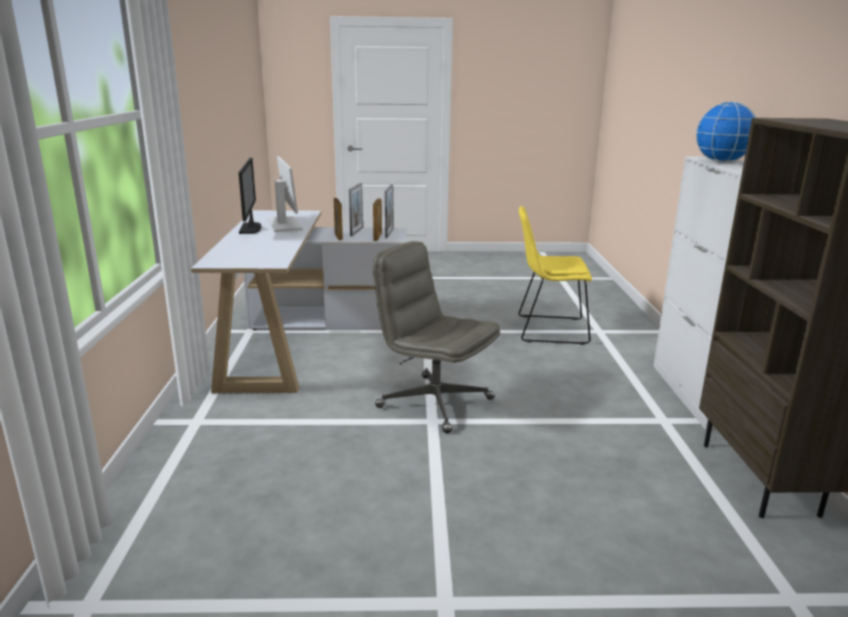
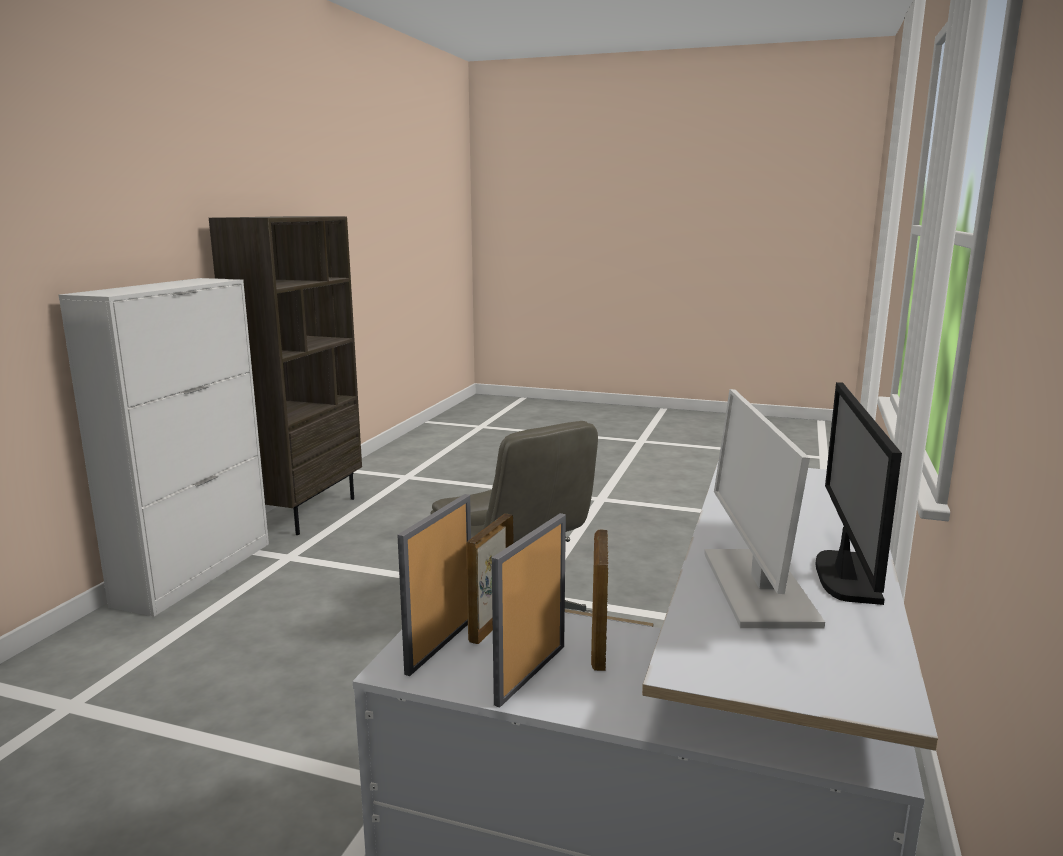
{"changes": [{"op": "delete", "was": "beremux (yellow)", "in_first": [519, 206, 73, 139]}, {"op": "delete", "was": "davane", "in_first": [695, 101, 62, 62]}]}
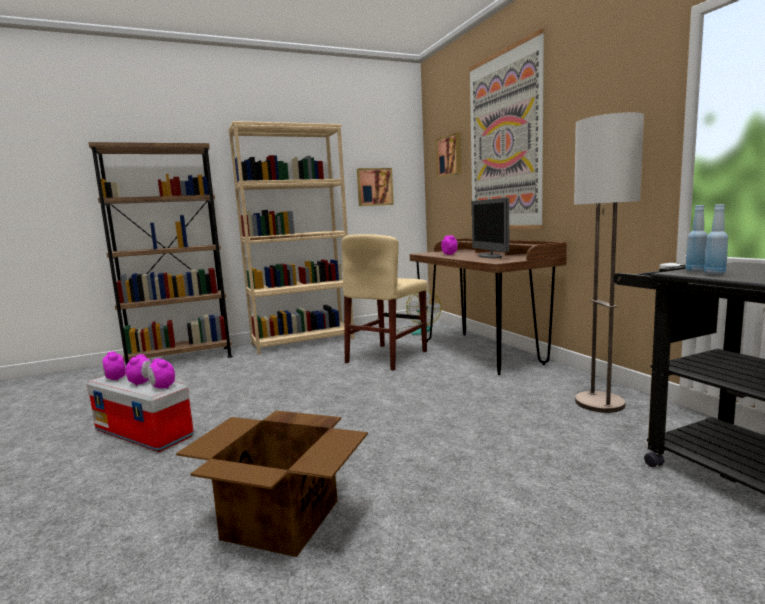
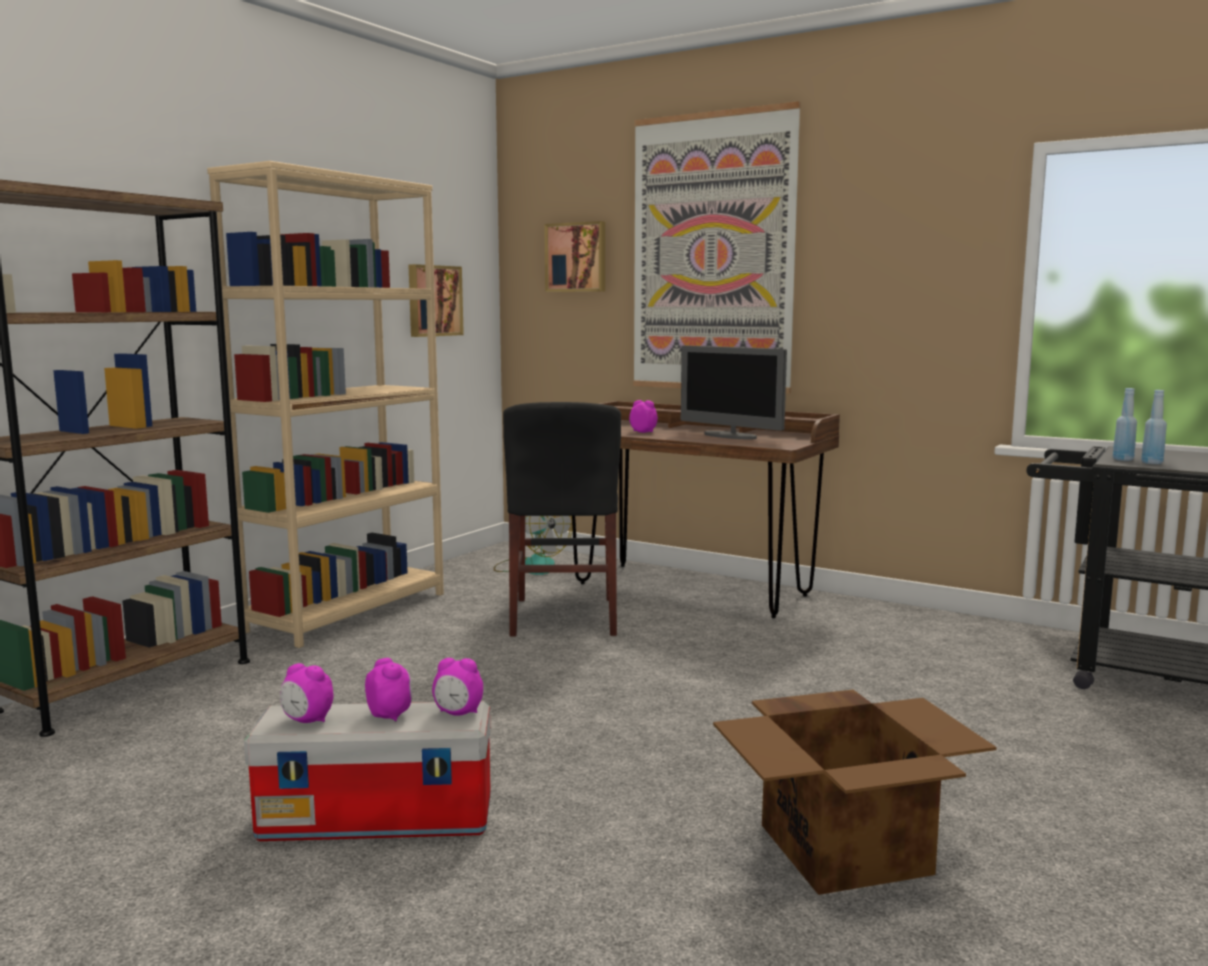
{"changes": [{"op": "recolor", "was": "beremux (beige)", "now": "beremux (black)", "in_first": [341, 234, 87, 137], "in_second": [503, 402, 118, 234]}, {"op": "delete", "was": "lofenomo", "in_first": [574, 112, 70, 301]}]}
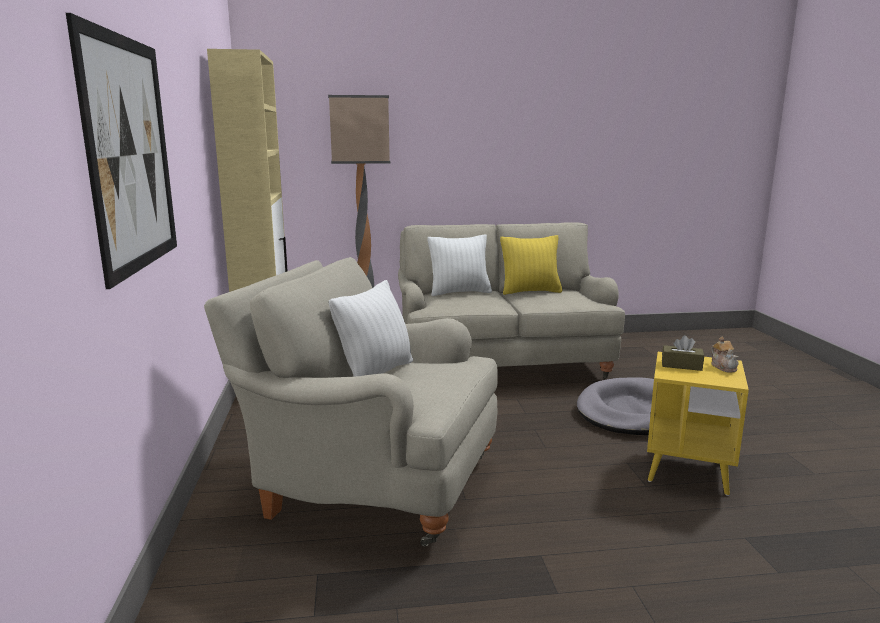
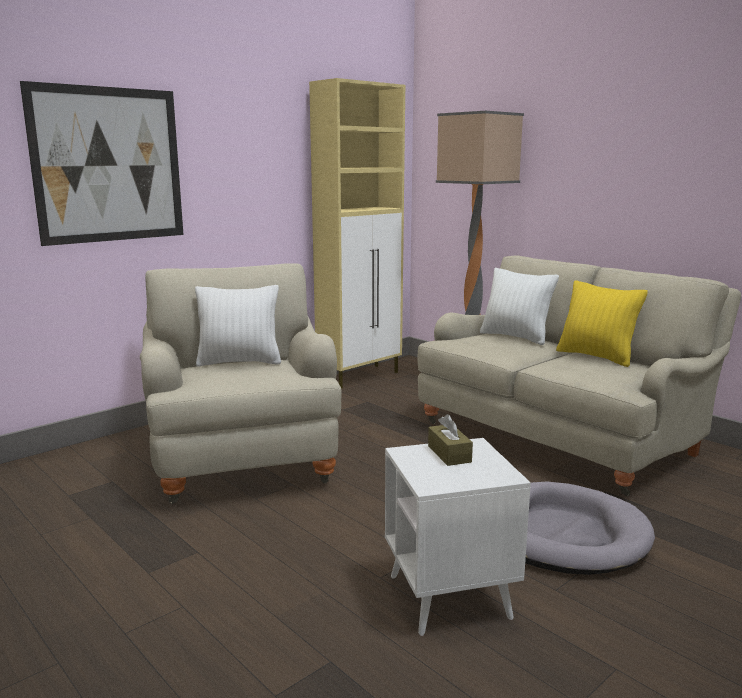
{"changes": [{"op": "recolor", "was": "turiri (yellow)", "now": "turiri (white)", "in_first": [647, 352, 102, 144], "in_second": [385, 438, 146, 198]}, {"op": "delete", "was": "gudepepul", "in_first": [711, 337, 28, 35]}]}
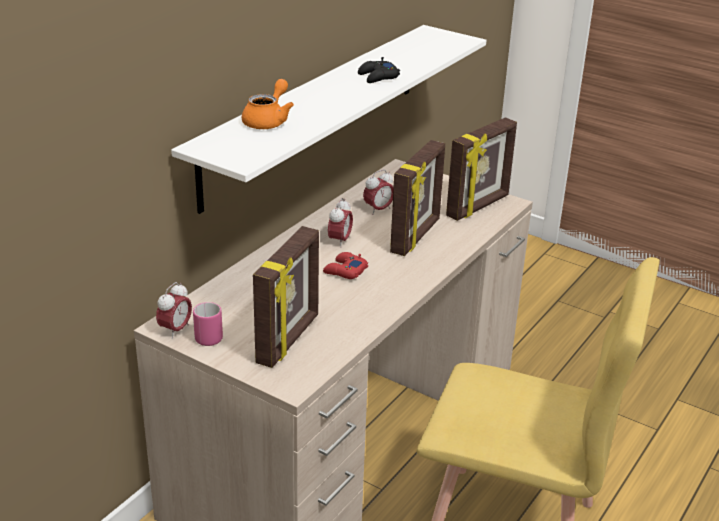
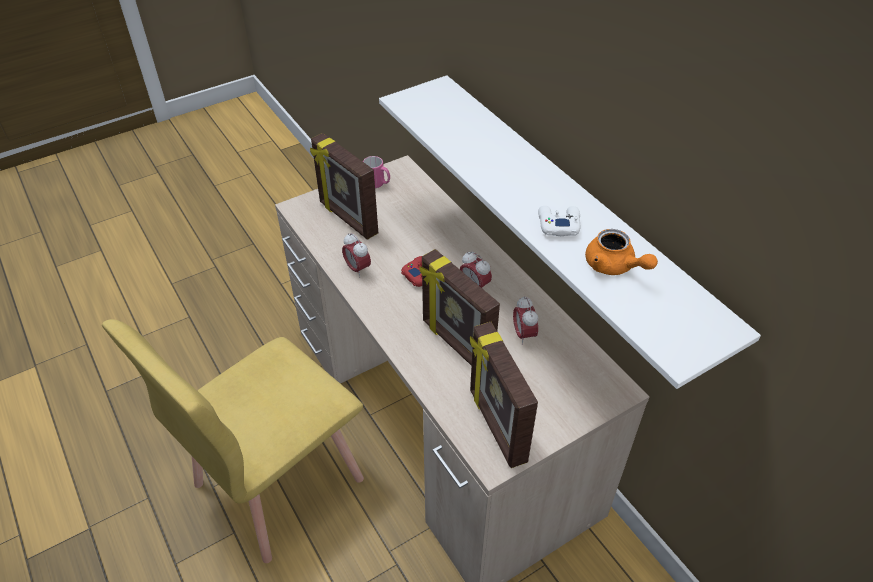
{"changes": [{"op": "move", "was": "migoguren", "in_first": [156, 282, 36, 57], "in_second": [342, 233, 29, 44]}, {"op": "recolor", "was": "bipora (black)", "now": "bipora (white)", "in_first": [358, 57, 42, 26], "in_second": [538, 206, 42, 30]}, {"op": "move", "was": "gudepepul (orange)", "in_first": [242, 79, 52, 50], "in_second": [585, 229, 73, 46]}]}
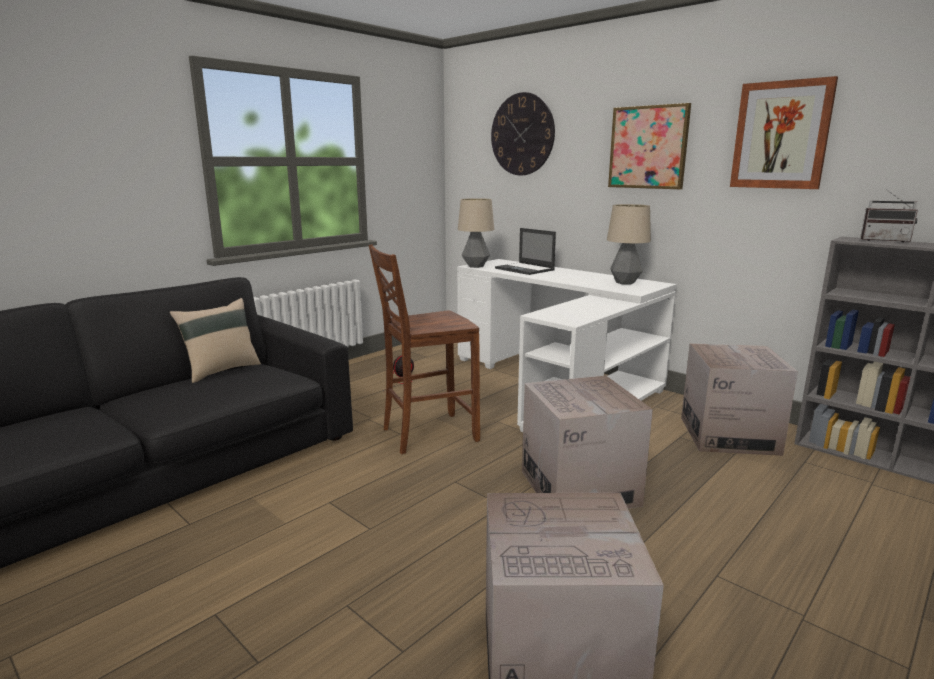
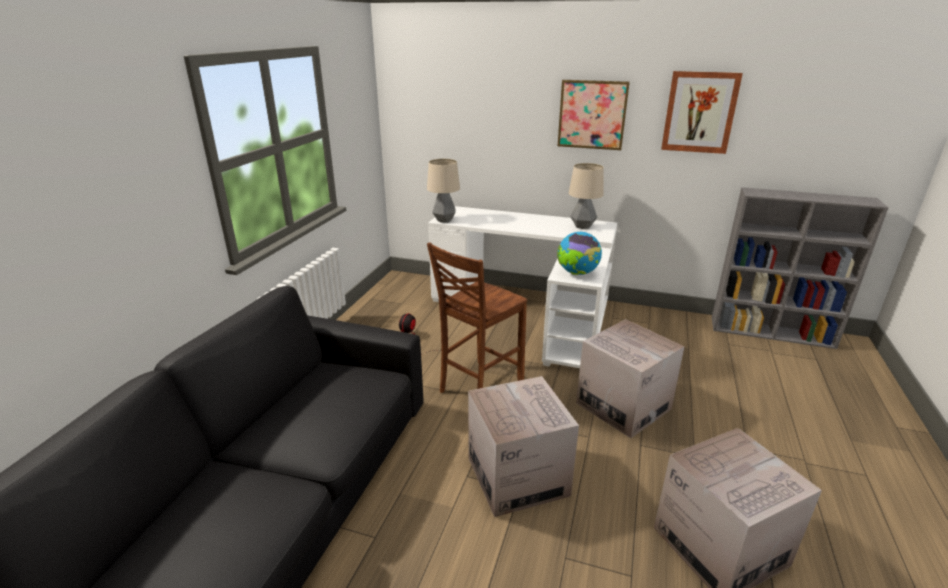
{"changes": [{"op": "move", "was": "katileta", "in_first": [681, 343, 117, 113], "in_second": [468, 376, 111, 141]}, {"op": "insert", "now": "davane", "in_second": [557, 232, 45, 43]}, {"op": "delete", "was": "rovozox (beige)", "in_first": [170, 298, 91, 85]}, {"op": "delete", "was": "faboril", "in_first": [491, 92, 64, 83]}, {"op": "delete", "was": "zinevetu", "in_first": [495, 228, 61, 47]}, {"op": "delete", "was": "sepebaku", "in_first": [860, 189, 58, 53]}]}
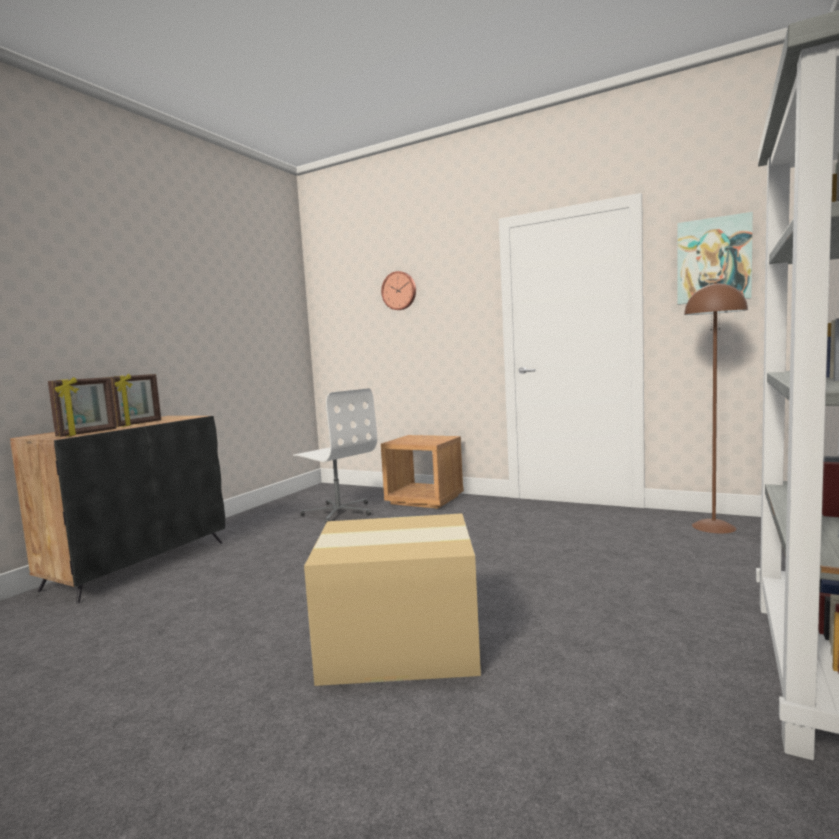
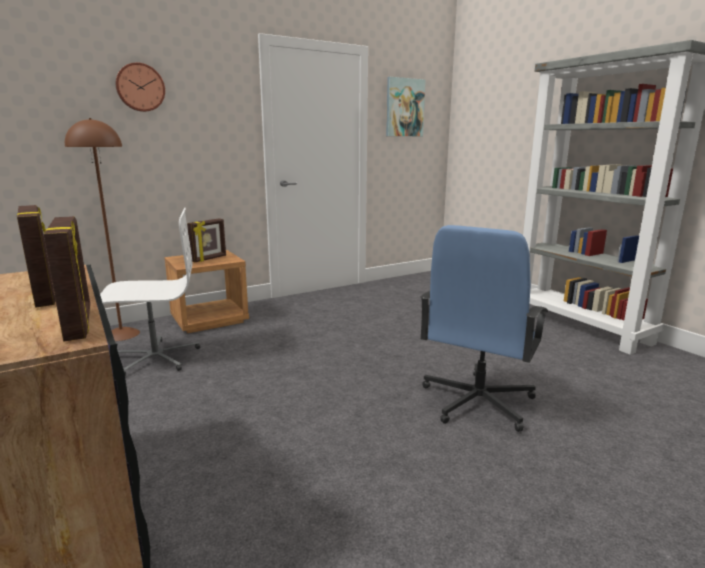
{"changes": [{"op": "move", "was": "lofenomo (brown)", "in_first": [684, 282, 64, 252], "in_second": [65, 118, 75, 223]}, {"op": "insert", "now": "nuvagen", "in_second": [187, 218, 39, 44]}, {"op": "replace", "was": "katileta", "now": "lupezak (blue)", "in_first": [304, 513, 177, 173], "in_second": [420, 225, 128, 207]}]}
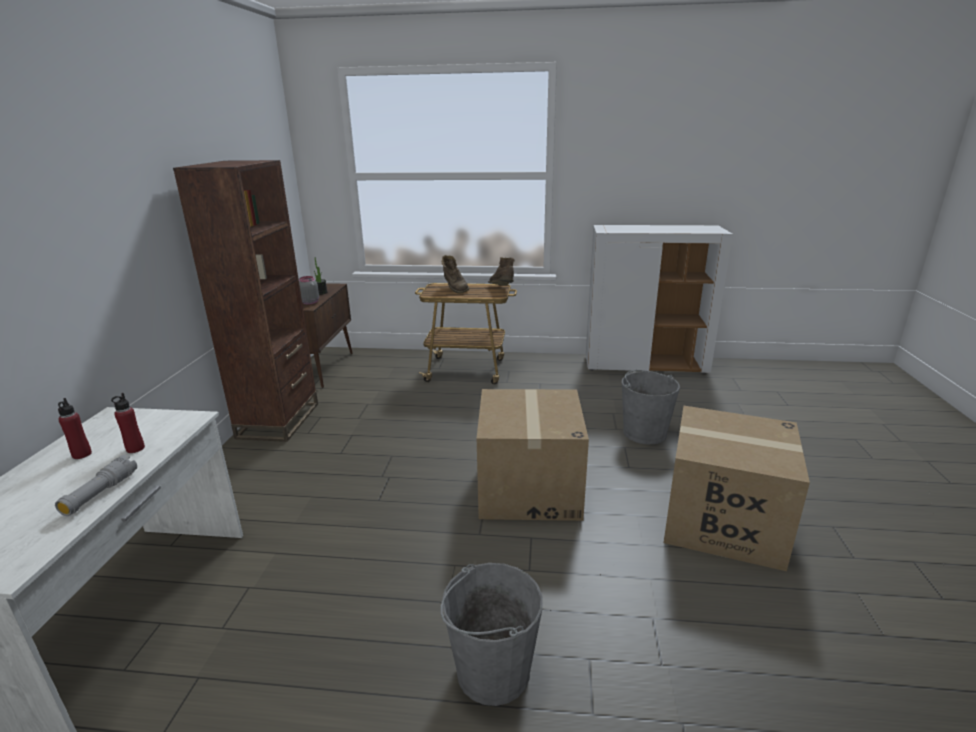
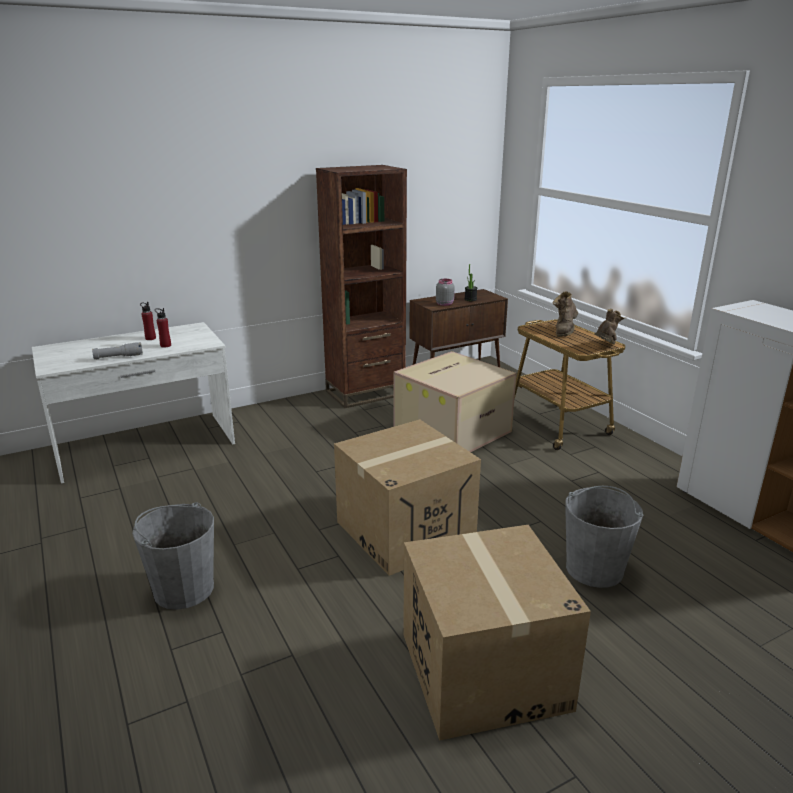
{"changes": [{"op": "insert", "now": "katileta", "in_second": [394, 351, 122, 101]}]}
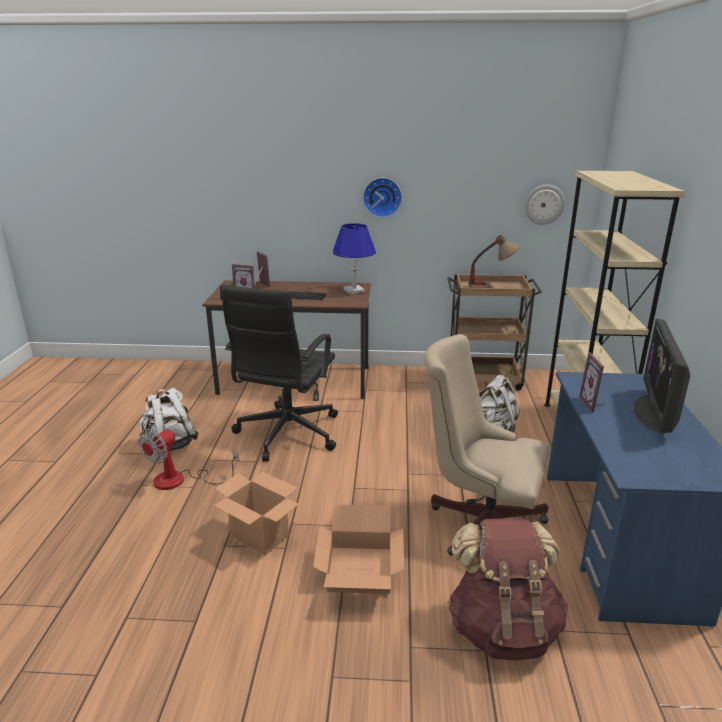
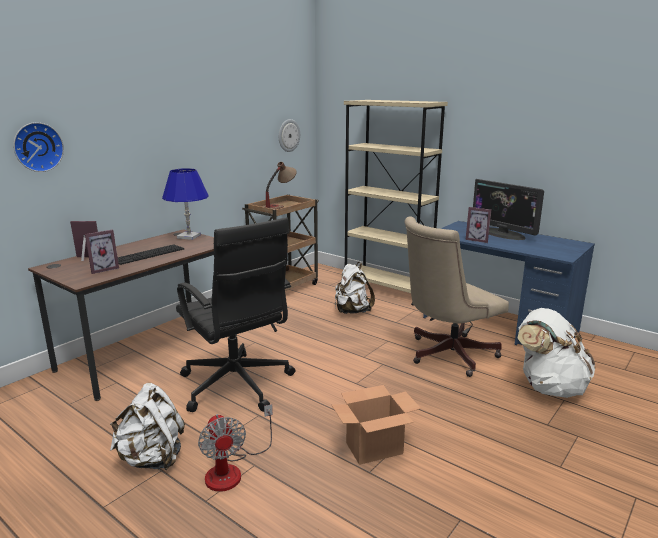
{"changes": [{"op": "move", "was": "faboril", "in_first": [363, 178, 39, 40], "in_second": [13, 122, 51, 50]}, {"op": "recolor", "was": "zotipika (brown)", "now": "zotipika (white)", "in_first": [447, 518, 121, 143], "in_second": [517, 308, 79, 90]}, {"op": "delete", "was": "katileta", "in_first": [313, 505, 91, 89]}]}
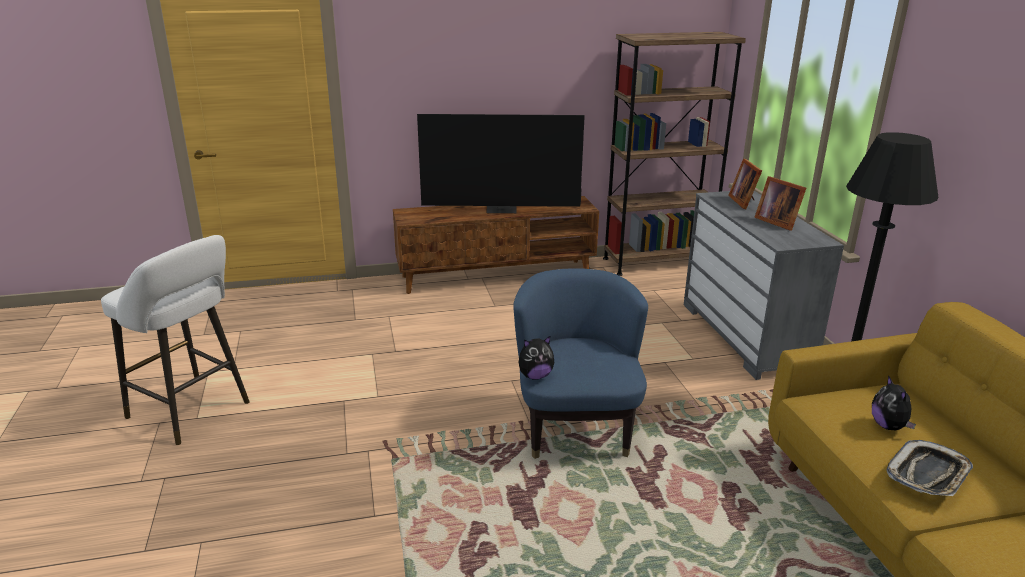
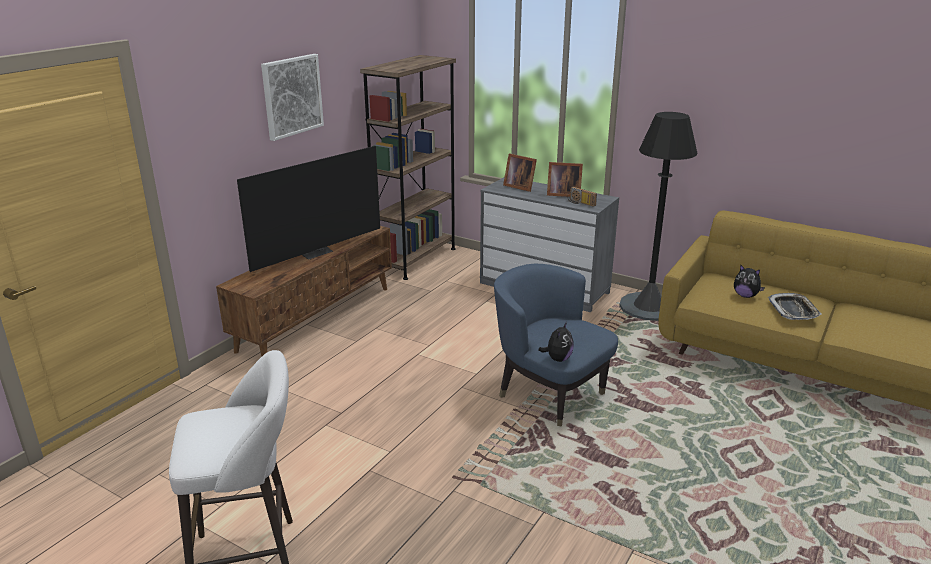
{"changes": [{"op": "insert", "now": "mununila", "in_second": [261, 54, 63, 87]}, {"op": "insert", "now": "sepebaku", "in_second": [567, 187, 30, 20]}]}
